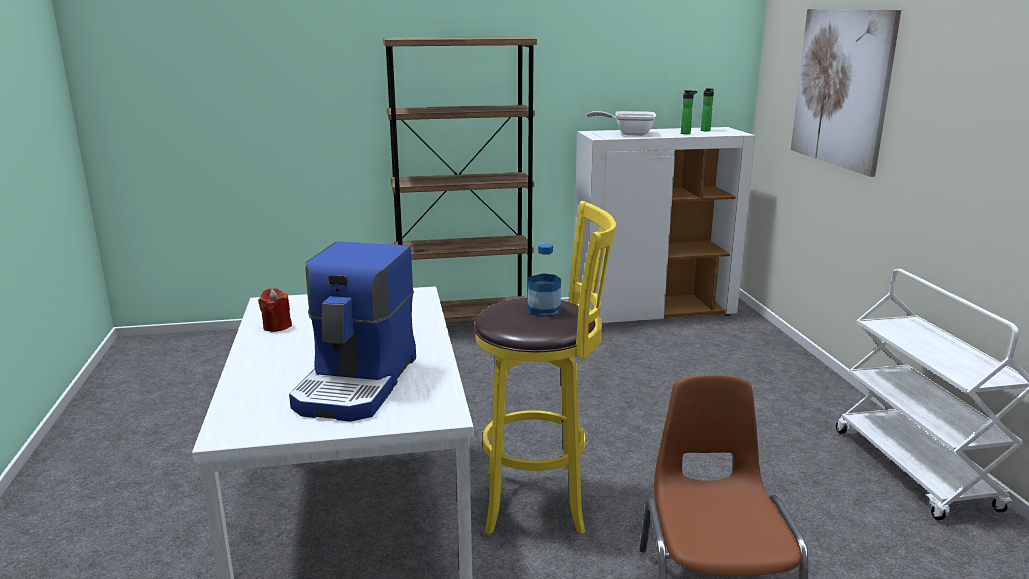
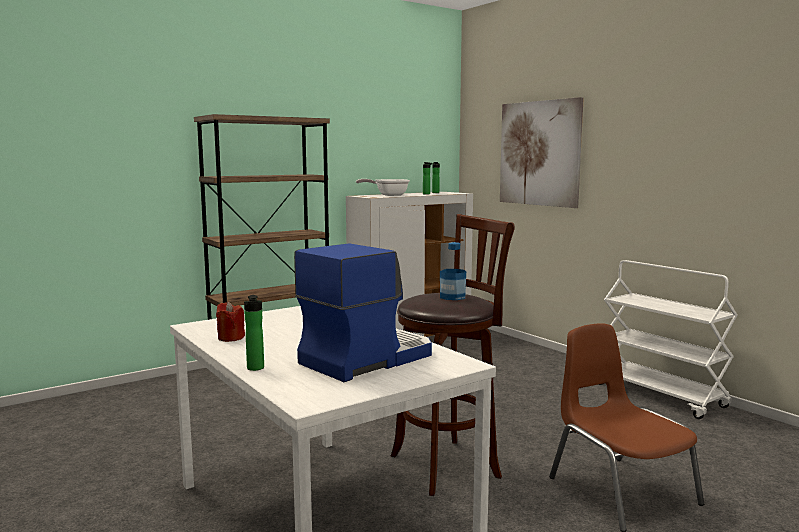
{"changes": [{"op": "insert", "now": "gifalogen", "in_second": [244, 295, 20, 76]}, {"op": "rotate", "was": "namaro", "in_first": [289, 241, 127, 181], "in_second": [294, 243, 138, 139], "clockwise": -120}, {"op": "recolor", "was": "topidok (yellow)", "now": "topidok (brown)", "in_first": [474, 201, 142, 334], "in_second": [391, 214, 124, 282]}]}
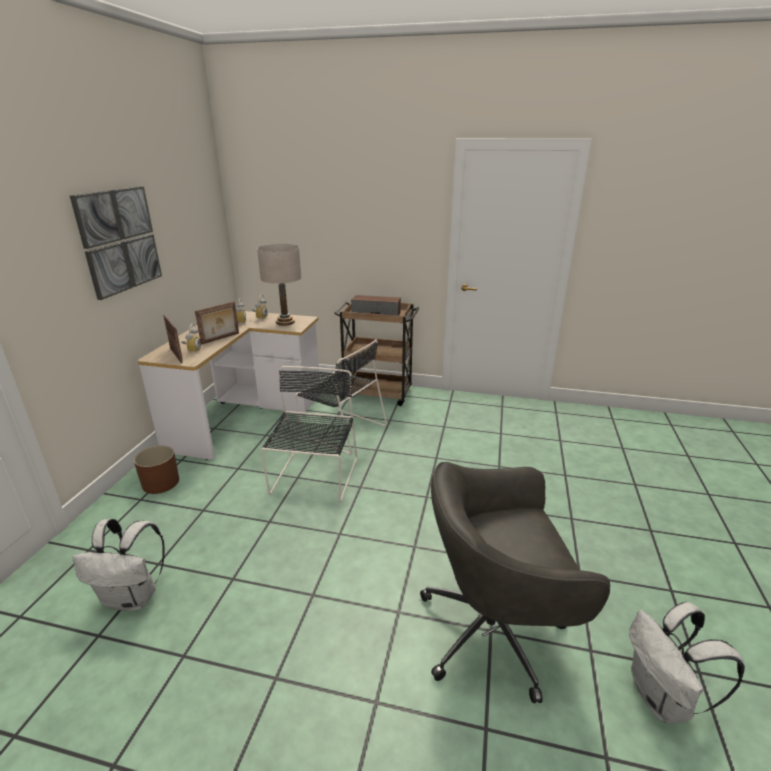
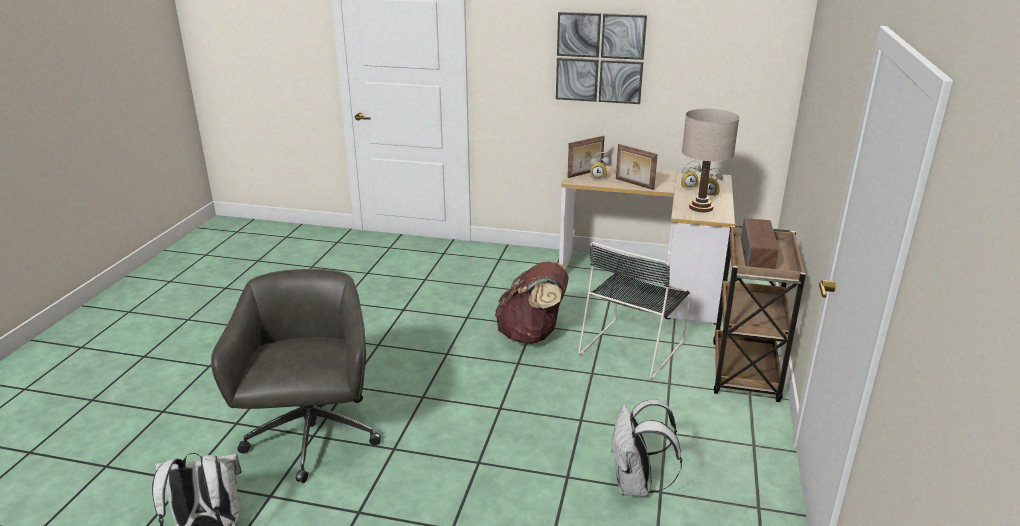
{"changes": [{"op": "replace", "was": "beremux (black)", "now": "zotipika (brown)", "in_first": [261, 366, 96, 136], "in_second": [495, 261, 74, 83]}, {"op": "move", "was": "zotipika (white)", "in_first": [73, 519, 92, 92], "in_second": [610, 399, 72, 98]}, {"op": "delete", "was": "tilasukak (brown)", "in_first": [134, 446, 45, 48]}]}
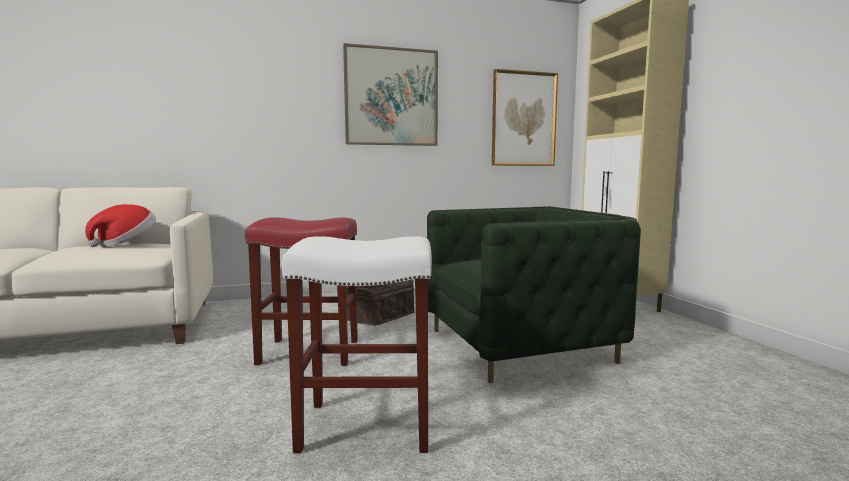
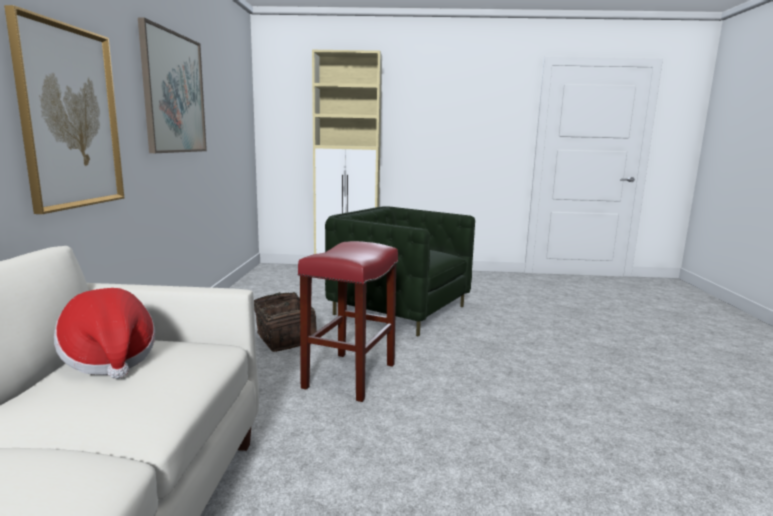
{"changes": [{"op": "move", "was": "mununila", "in_first": [492, 69, 66, 97], "in_second": [4, 5, 120, 209]}, {"op": "rotate", "was": "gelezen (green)", "in_first": [427, 206, 214, 177], "in_second": [325, 206, 150, 131], "clockwise": -60}, {"op": "delete", "was": "topidok (white)", "in_first": [282, 236, 150, 217]}]}
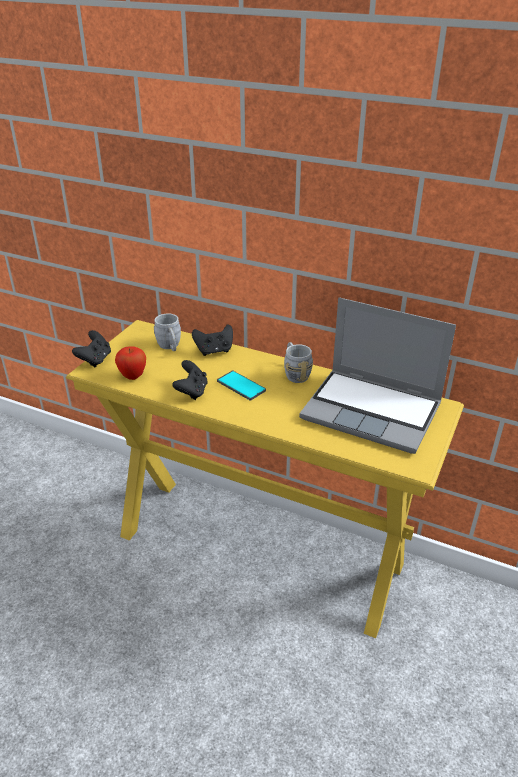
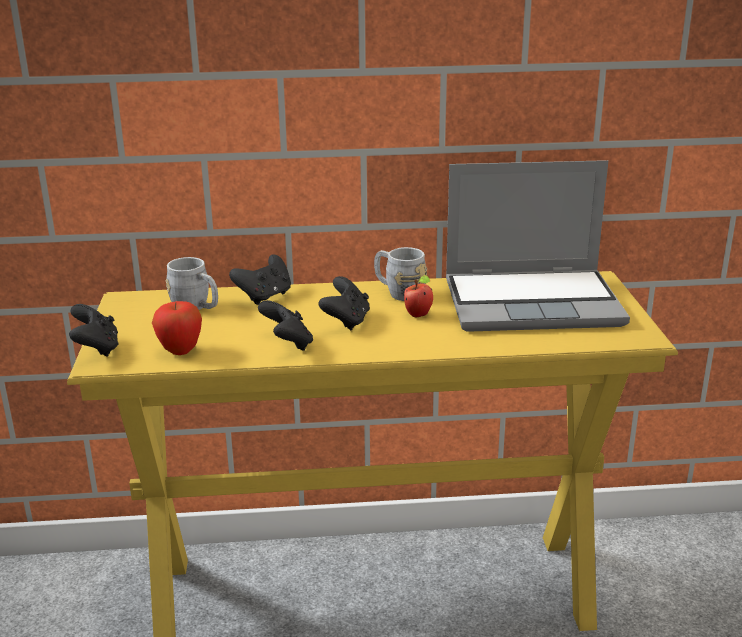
{"changes": [{"op": "replace", "was": "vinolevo", "now": "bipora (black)", "in_first": [217, 371, 49, 30], "in_second": [319, 276, 51, 54]}, {"op": "insert", "now": "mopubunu", "in_second": [404, 275, 29, 42]}]}
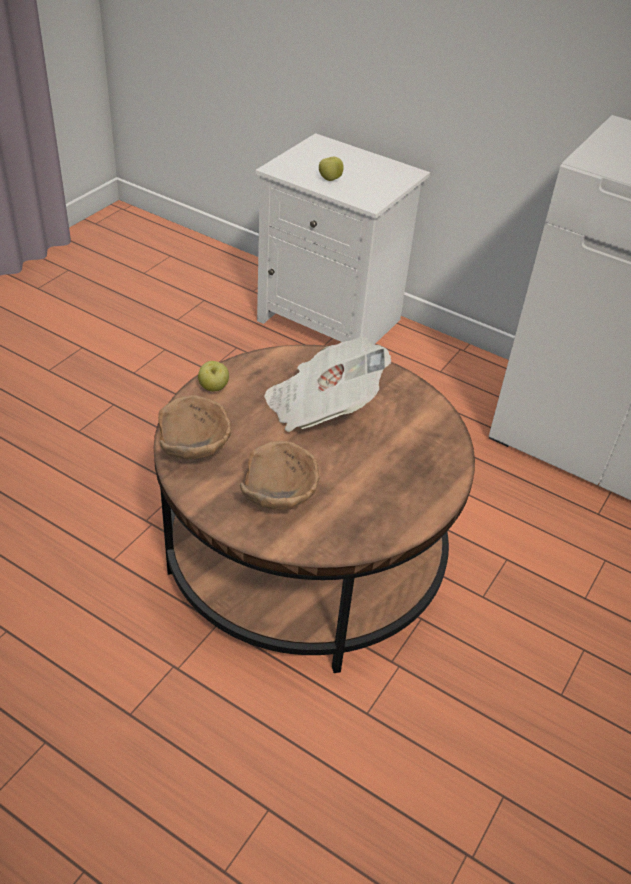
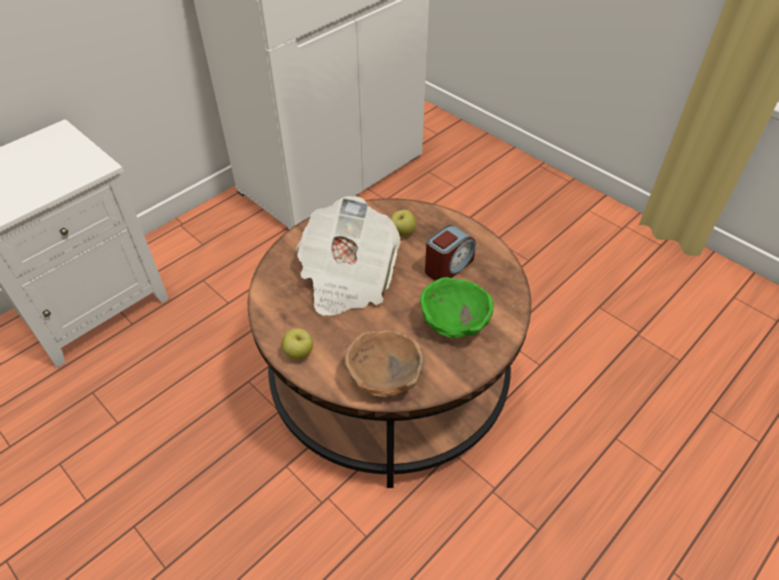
{"changes": [{"op": "move", "was": "mopubunu", "in_first": [319, 157, 25, 24], "in_second": [391, 210, 25, 26]}, {"op": "recolor", "was": "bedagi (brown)", "now": "bedagi (green)", "in_first": [240, 441, 80, 69], "in_second": [420, 277, 73, 61]}, {"op": "insert", "now": "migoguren", "in_second": [425, 225, 51, 56]}]}
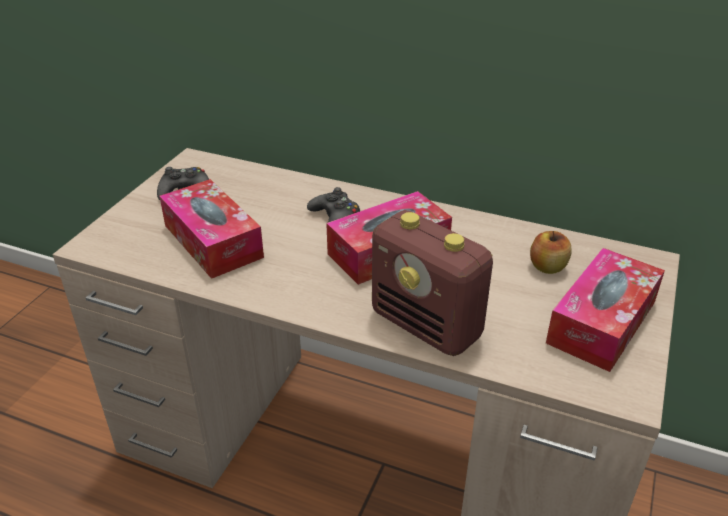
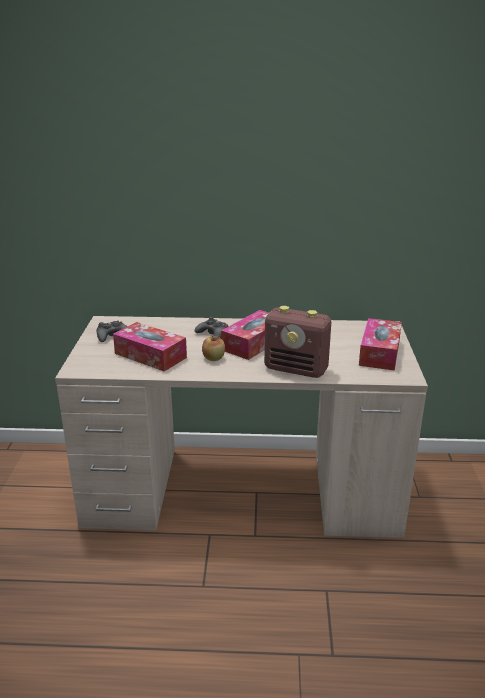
{"changes": [{"op": "move", "was": "mopubunu", "in_first": [530, 231, 42, 43], "in_second": [202, 335, 23, 26]}]}
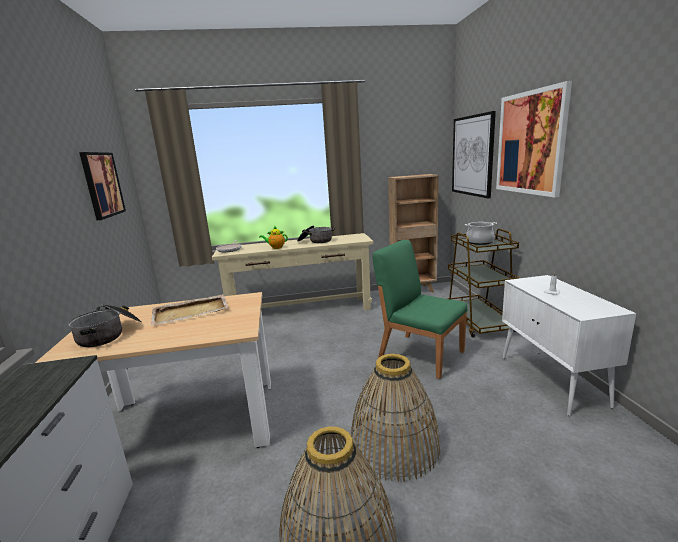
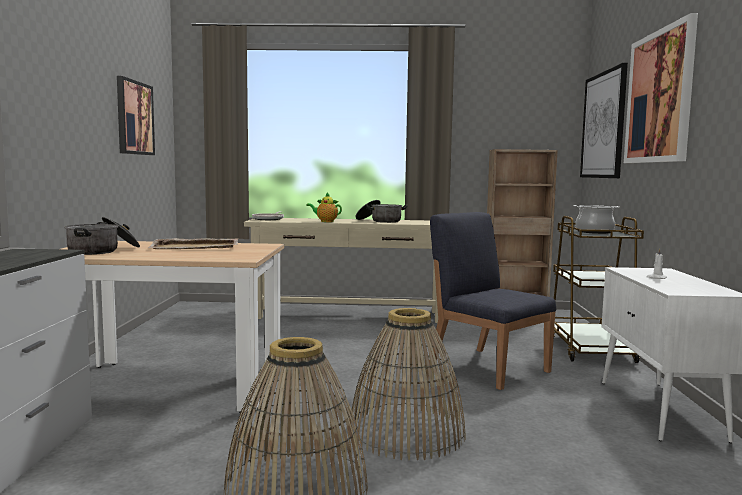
{"changes": [{"op": "recolor", "was": "beremux (green)", "now": "beremux (blue)", "in_first": [372, 240, 95, 139], "in_second": [429, 212, 127, 178]}]}
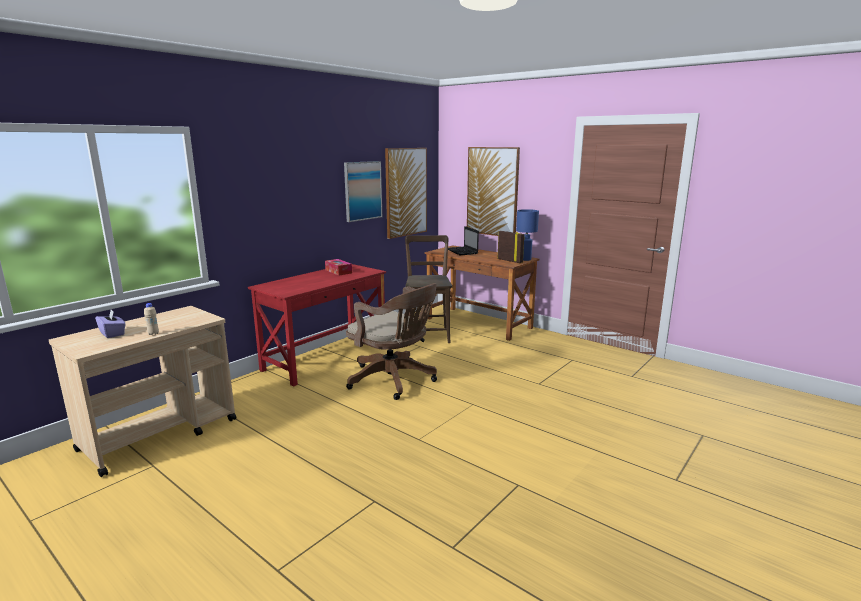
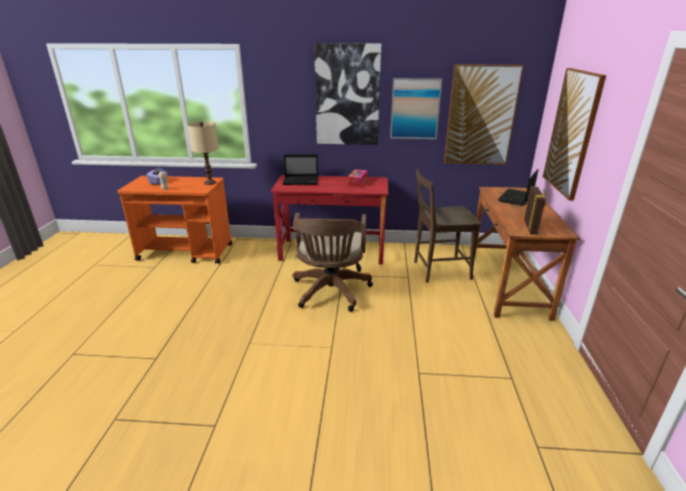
{"changes": [{"op": "recolor", "was": "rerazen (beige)", "now": "rerazen (orange)", "in_first": [49, 306, 187, 171], "in_second": [117, 176, 115, 88]}, {"op": "insert", "now": "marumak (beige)", "in_second": [187, 121, 32, 64]}, {"op": "insert", "now": "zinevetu", "in_second": [283, 154, 35, 31]}, {"op": "insert", "now": "mununila", "in_second": [314, 43, 67, 102]}, {"op": "rotate", "was": "beremux (brown)", "in_first": [405, 235, 47, 108], "in_second": [414, 169, 68, 114], "clockwise": -150}, {"op": "delete", "was": "marumak (blue)", "in_first": [516, 209, 23, 52]}]}
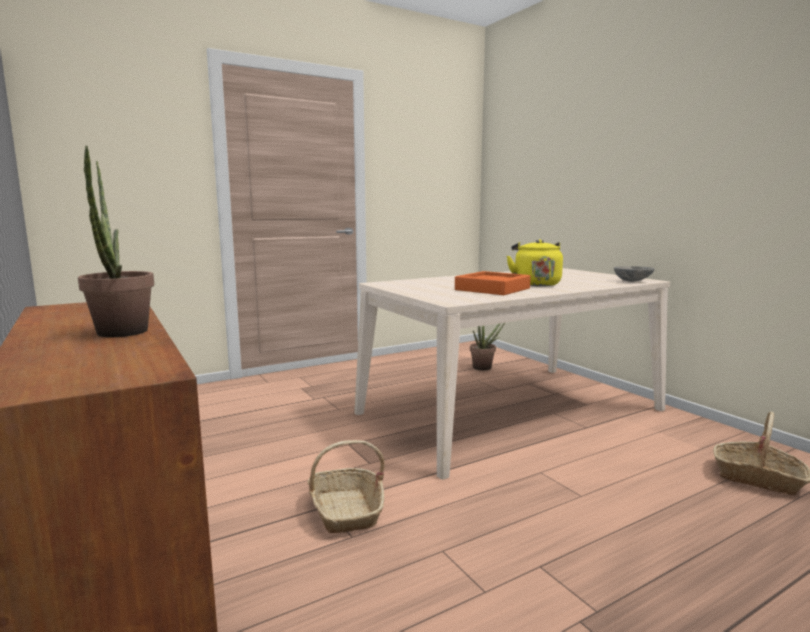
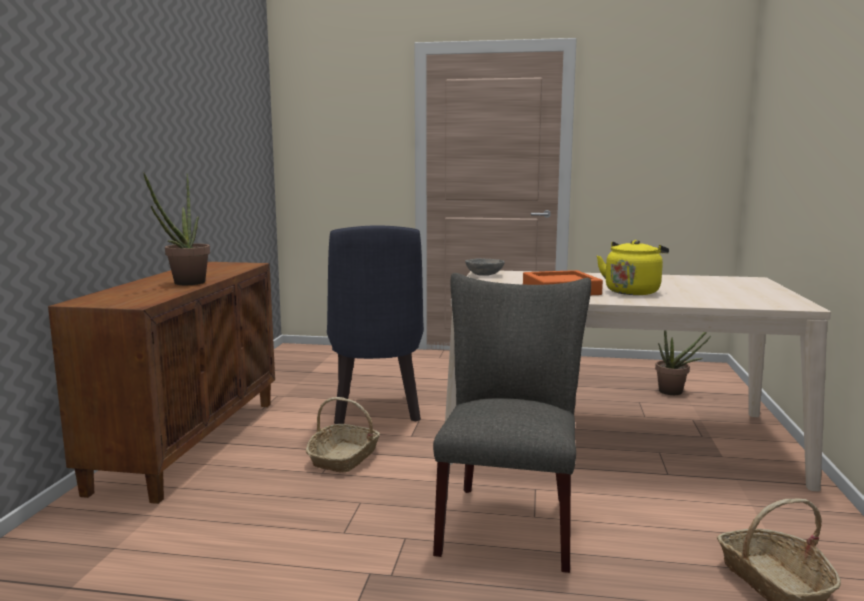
{"changes": [{"op": "insert", "now": "beremux (blue)", "in_second": [327, 225, 97, 199]}, {"op": "insert", "now": "beremux (grey)", "in_second": [433, 273, 158, 300]}, {"op": "move", "was": "bedagi (grey)", "in_first": [614, 266, 41, 16], "in_second": [465, 258, 40, 18]}]}
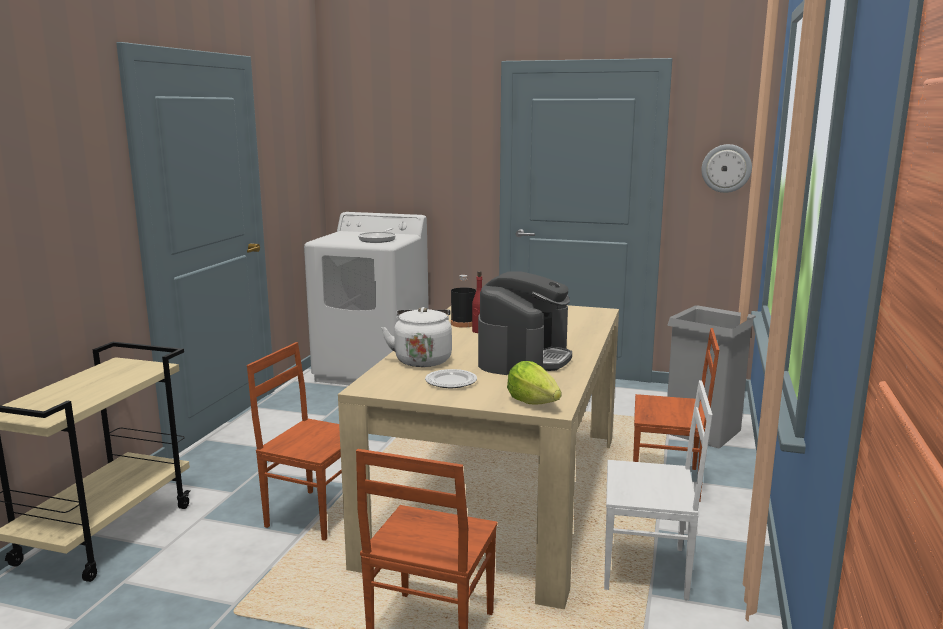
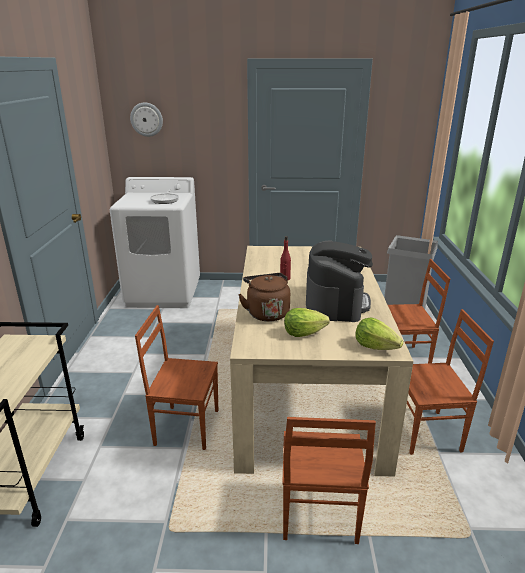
{"changes": [{"op": "move", "was": "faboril", "in_first": [701, 144, 51, 49], "in_second": [130, 102, 33, 35]}, {"op": "recolor", "was": "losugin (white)", "now": "losugin (brown)", "in_first": [381, 307, 71, 60], "in_second": [238, 273, 52, 49]}, {"op": "replace", "was": "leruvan", "now": "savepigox", "in_first": [425, 369, 52, 19], "in_second": [284, 308, 46, 29]}, {"op": "recolor", "was": "beremux (white)", "now": "beremux (brown)", "in_first": [604, 380, 109, 220], "in_second": [407, 309, 87, 146]}, {"op": "delete", "was": "gifalogen (black)", "in_first": [451, 275, 25, 53]}]}
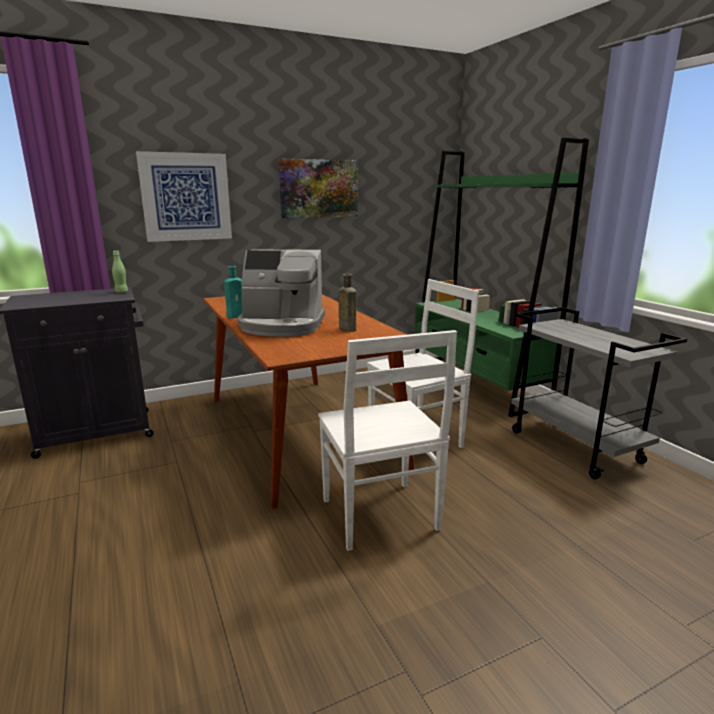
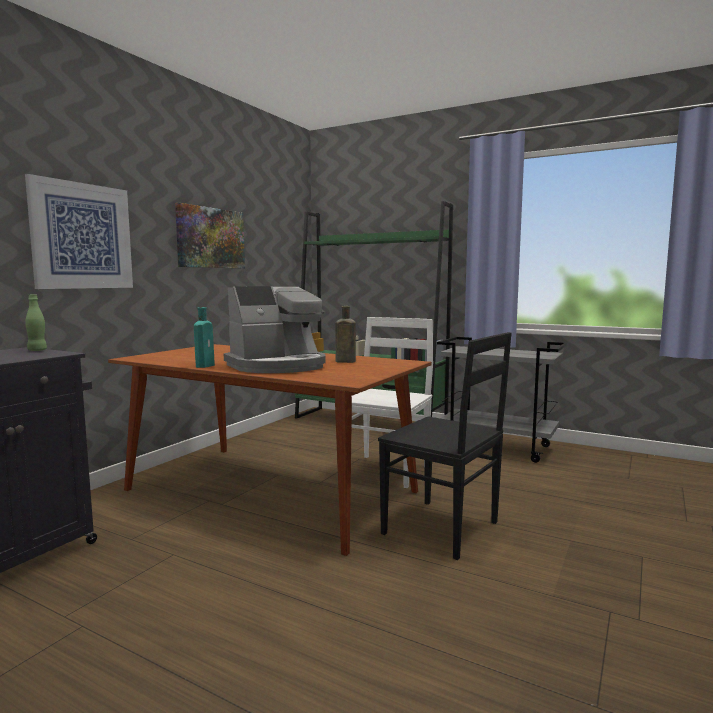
{"changes": [{"op": "recolor", "was": "beremux (white)", "now": "beremux (black)", "in_first": [318, 330, 139, 221], "in_second": [378, 332, 134, 228]}]}
